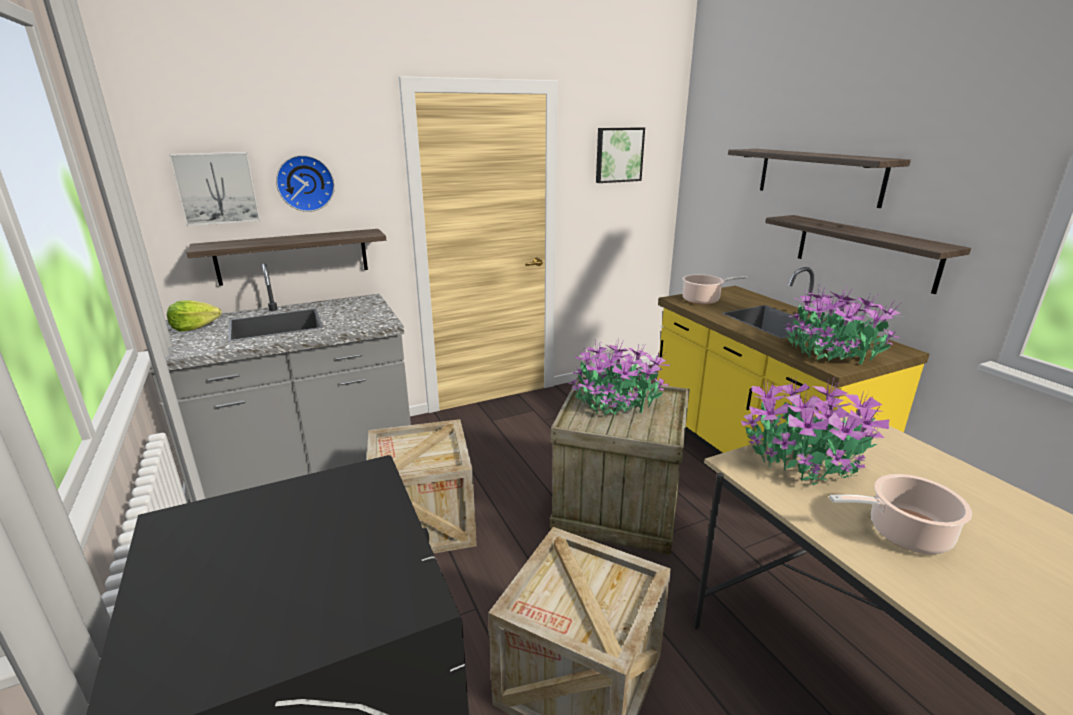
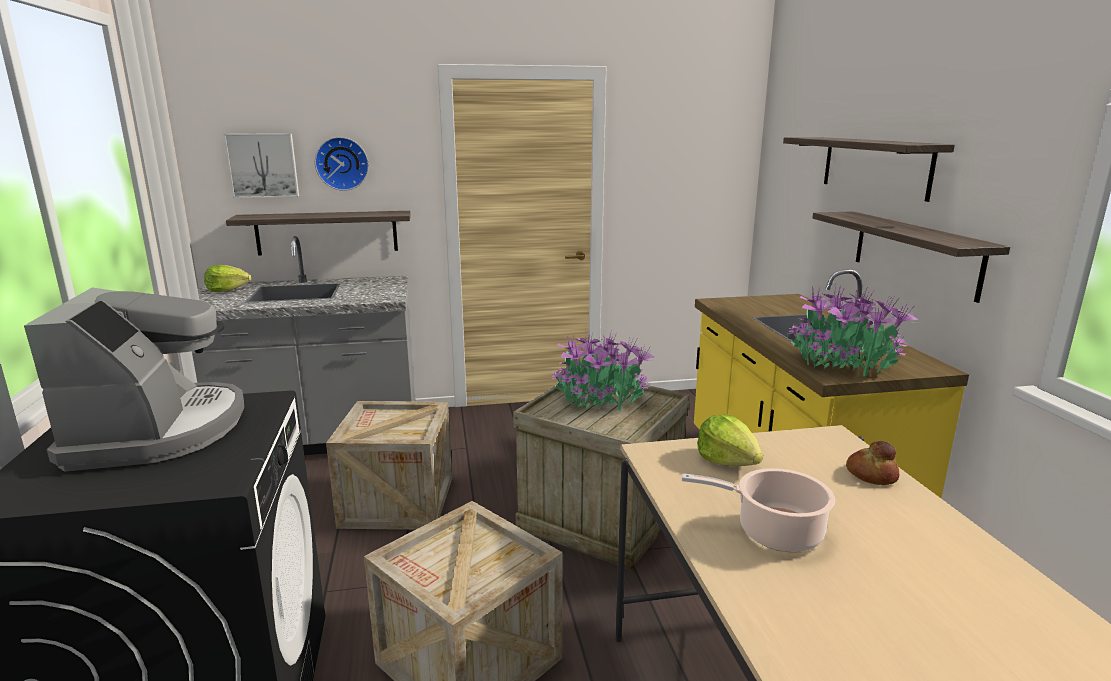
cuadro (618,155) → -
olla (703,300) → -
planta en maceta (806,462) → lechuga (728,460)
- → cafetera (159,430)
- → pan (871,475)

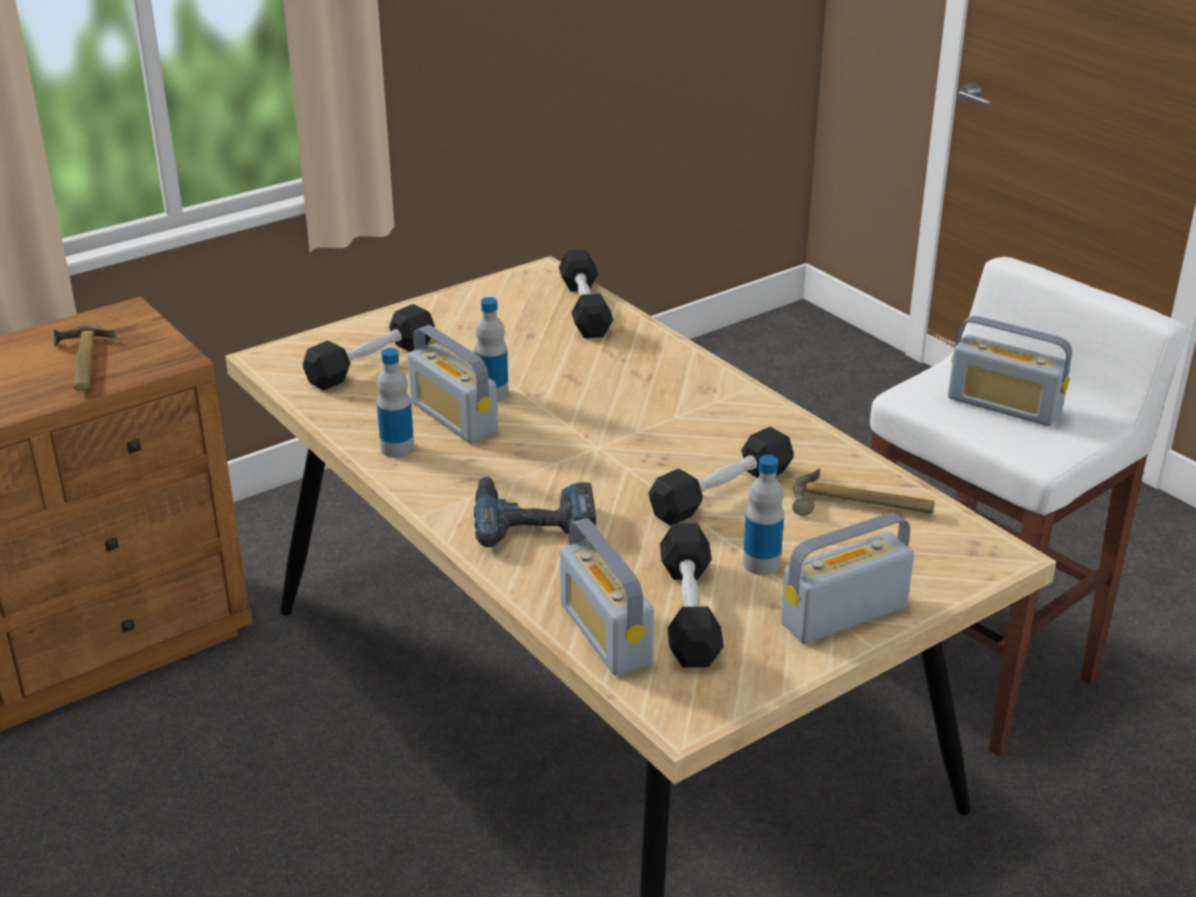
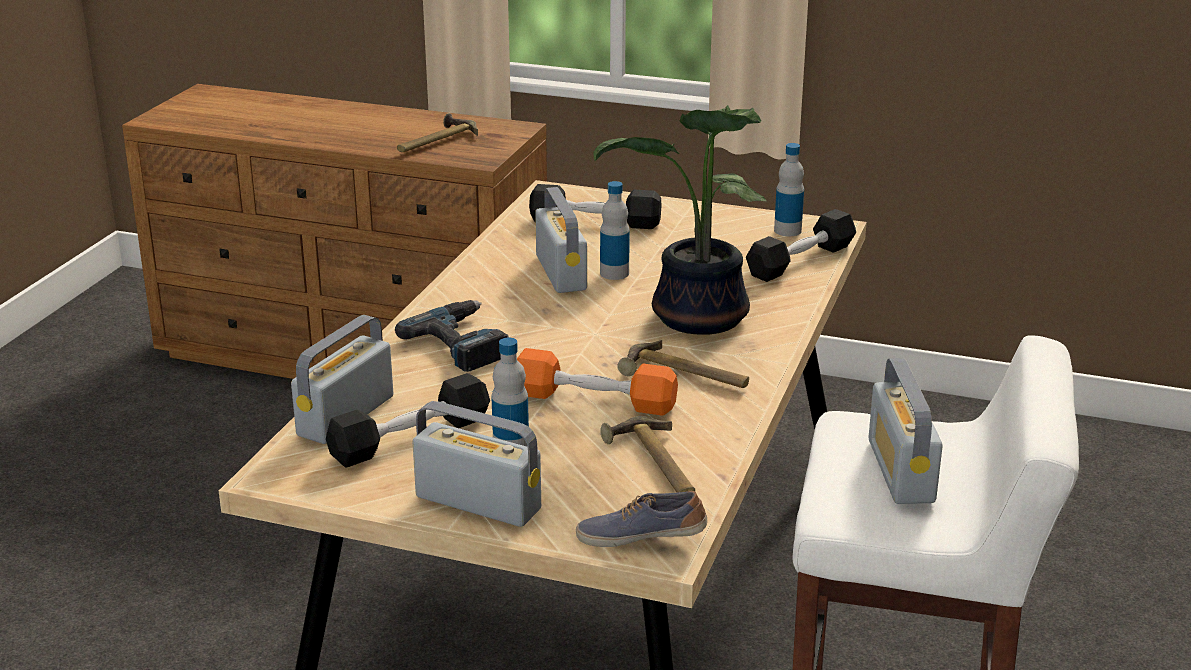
botella (397,449) → botella (787,230), shifted
radio (454,418) → radio (561,272), 150 degrees clockwise
mancuerna/negro (721,493) → mancuerna/naranja (594,400)
- → zapato (641,537)
- → planta en maceta (697,320)
- → martillo (684,376)

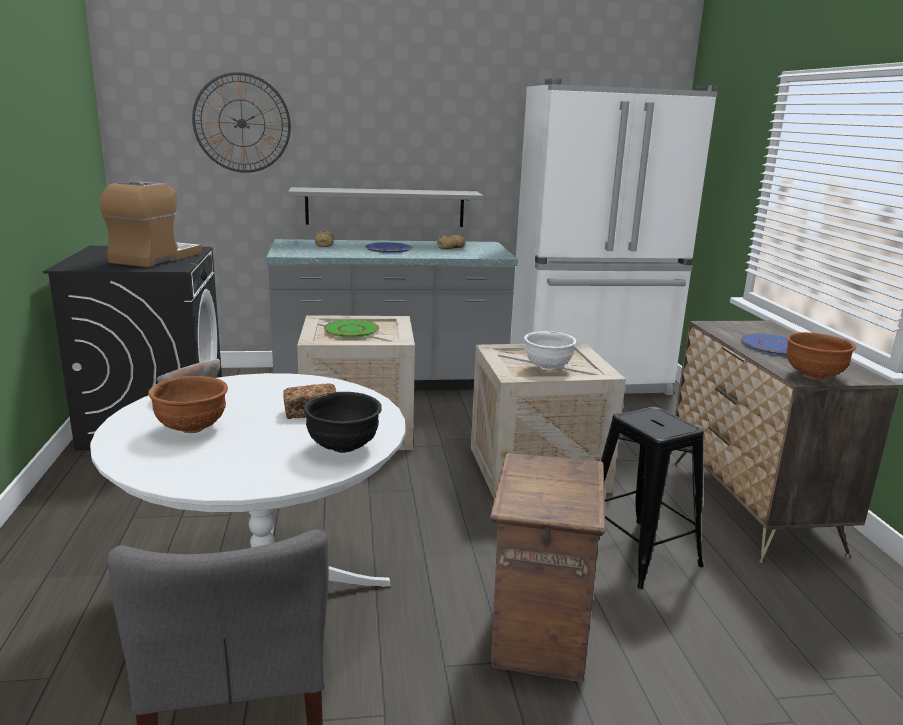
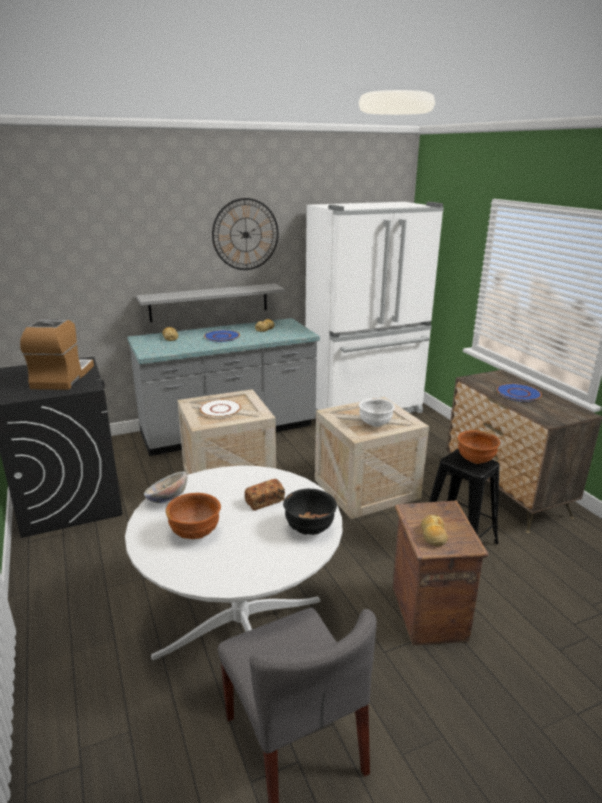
reloj de pared (242,123) → reloj de pared (245,234), shifted
plato/verde (351,329) → plato/blanco (220,409)
cuenco/marrón (812,376) → cuenco/marrón (475,460), shifted
- → pan (433,535)

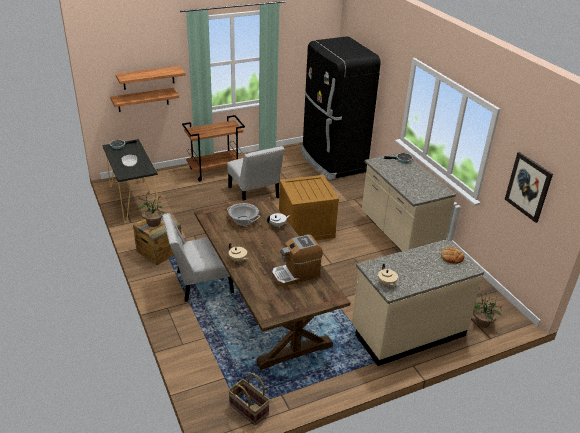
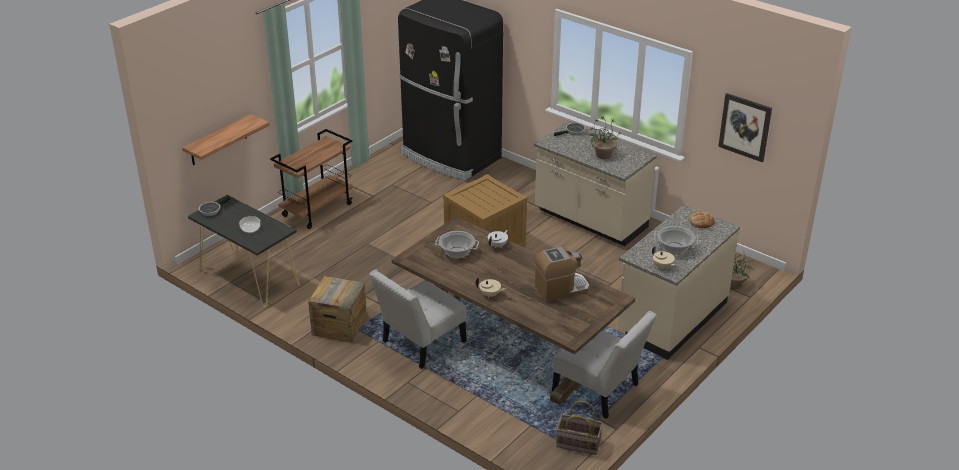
estante (148,78) → -
planta en maceta (153,223) → planta en maceta (602,155), shifted
silla/blanco (254,194) → silla/blanco (599,391), shifted
cafetera (296,274) → cafetera (561,289), 150 degrees counterclockwise
- → olla (674,248)

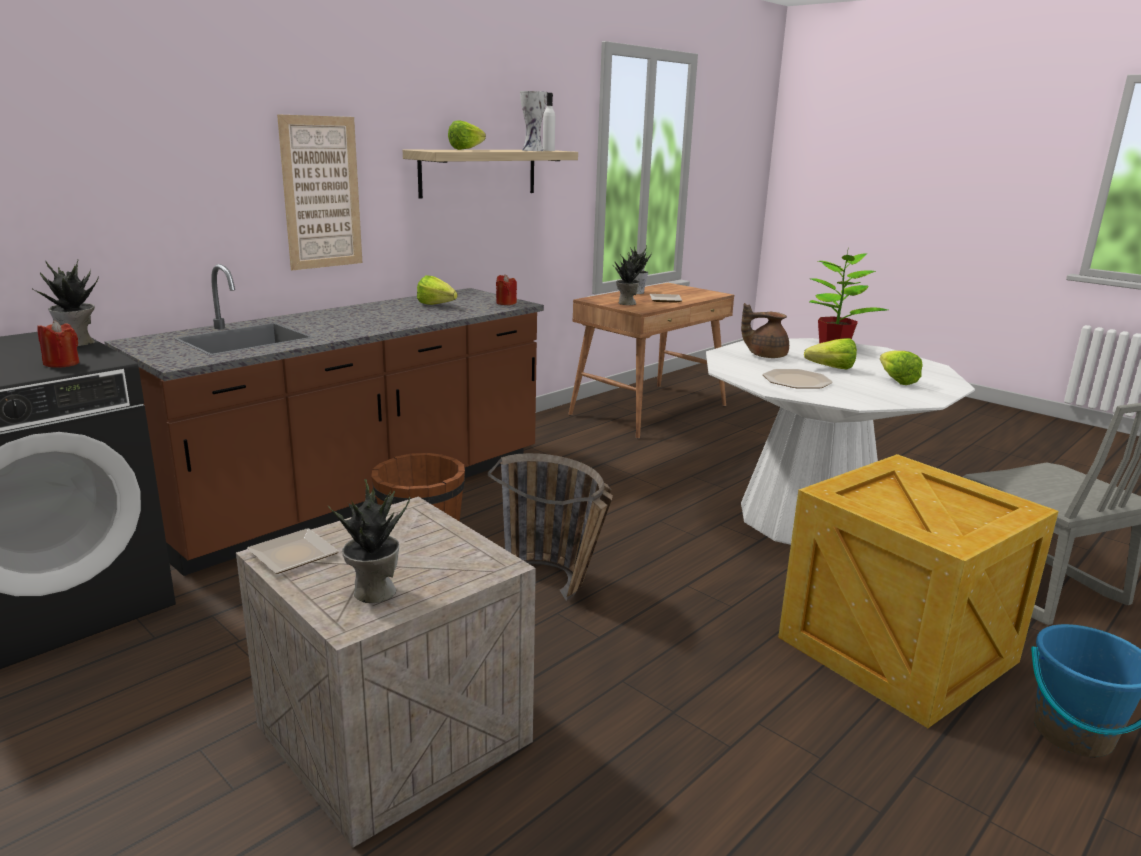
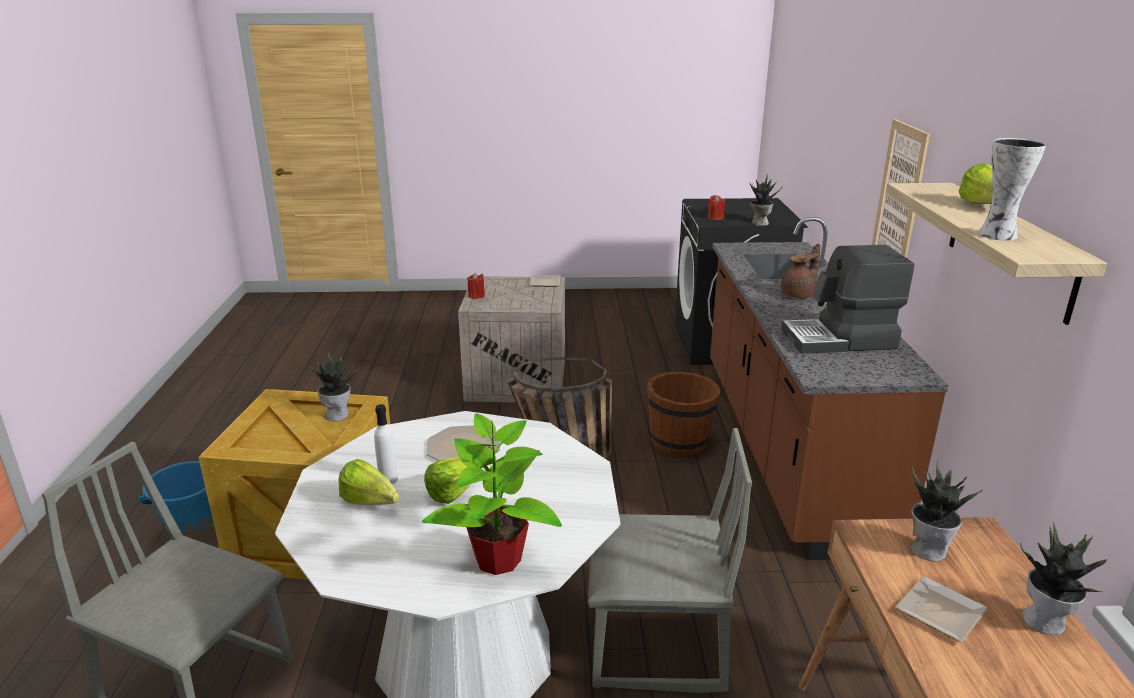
planta en maceta (373,592) → planta en maceta (337,414), shifted
lechuga (438,306) → cafetera (840,340)
vela/rojo (506,303) → vela/rojo (476,296), shifted
botella/blanco (548,150) → botella/blanco (388,479), shifted
tetera/marrón (765,355) → tetera/marrón (799,294), shifted
- → silla/gris (656,646)

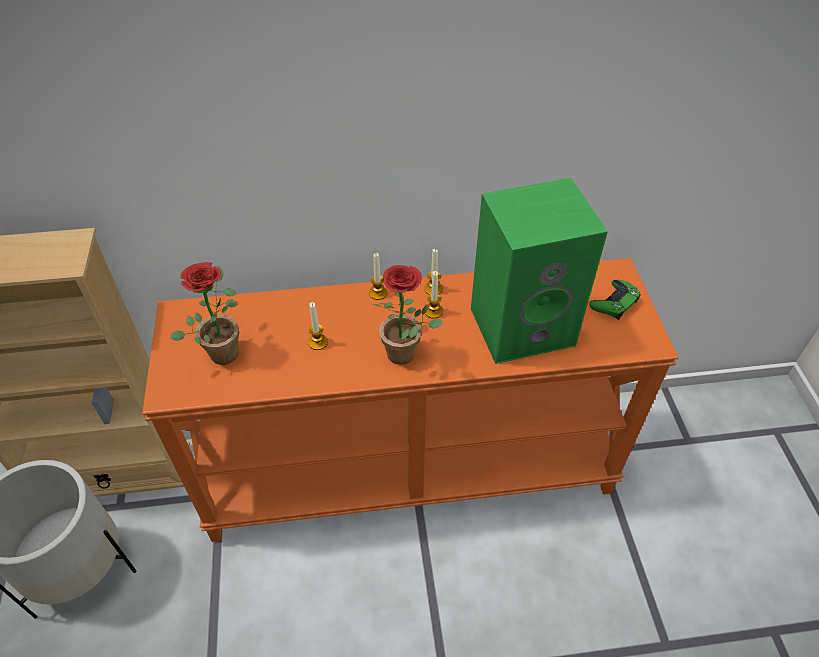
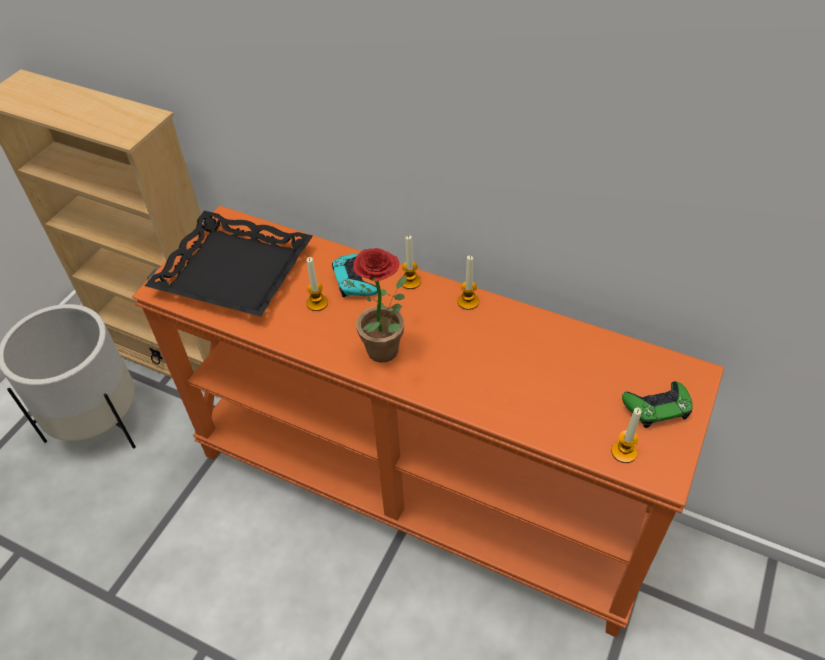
planta en maceta (223,349) → bandeja/negro (235,271)
vela (433,311) → vela (624,452), shifted
altavoz/verde (523,324) → -
- → mando de consola/turquesa (355,280)

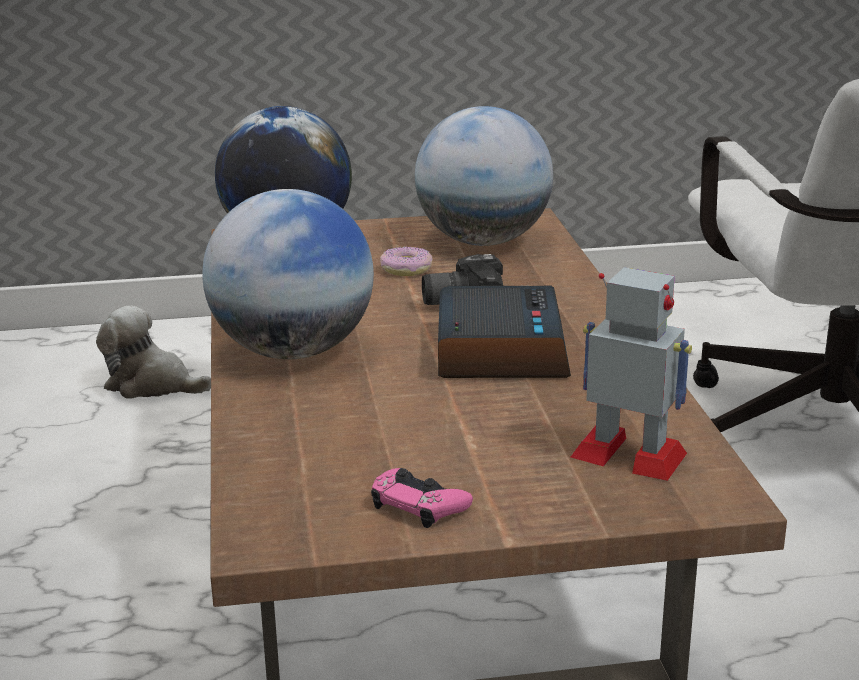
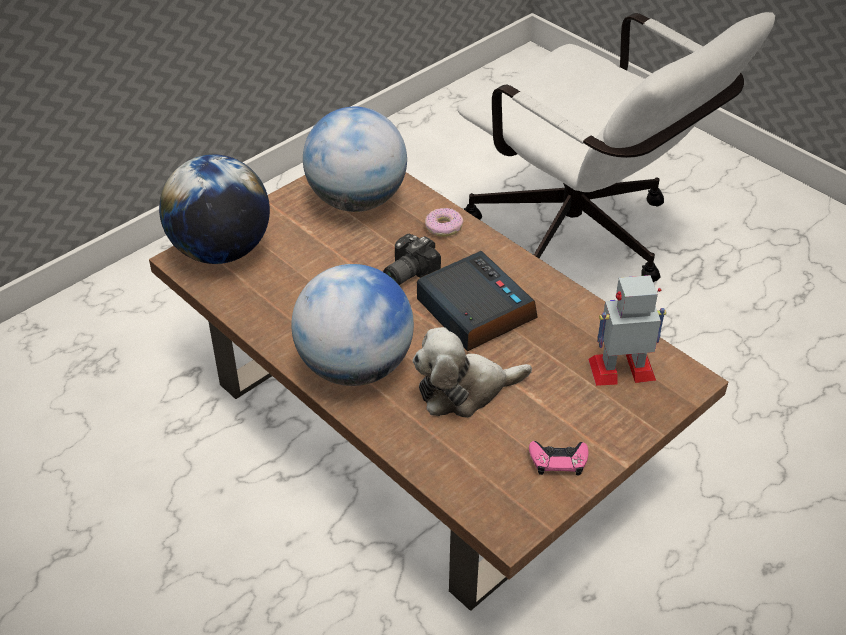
peluche (152,385) → peluche (464,390), shifted
rosquilla (406,269) → rosquilla (443,227), shifted

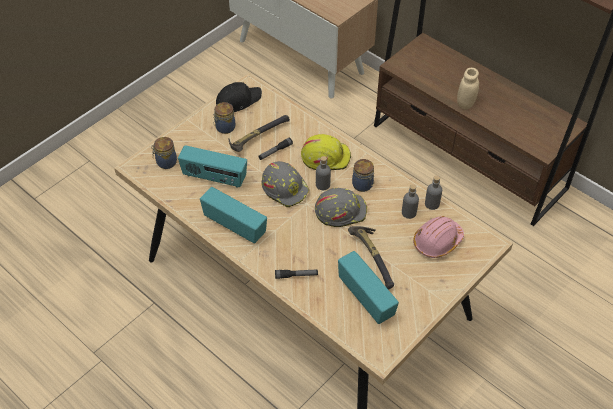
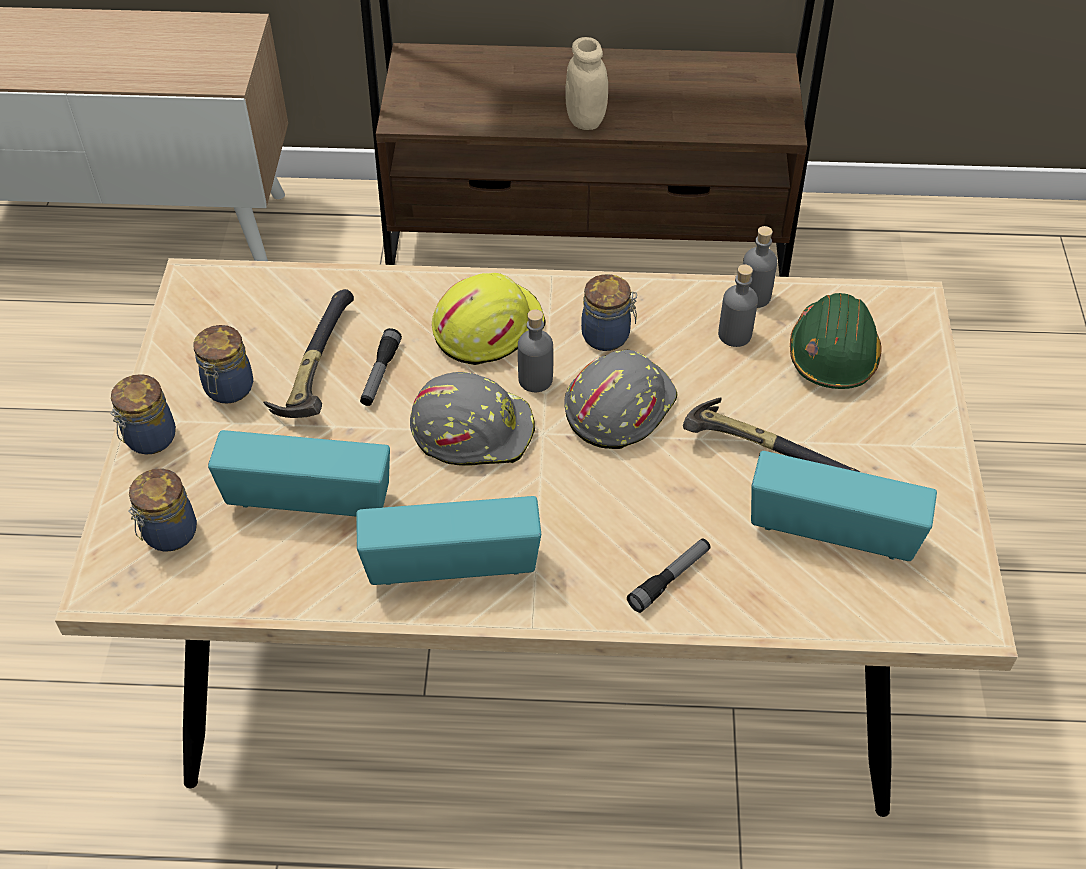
radio (214,178) → radio (309,499), 150 degrees counterclockwise
gorra/negro (238,101) → -
casco/rosa (437,242) → casco/verde (832,354)
- → tarro (149,439)

